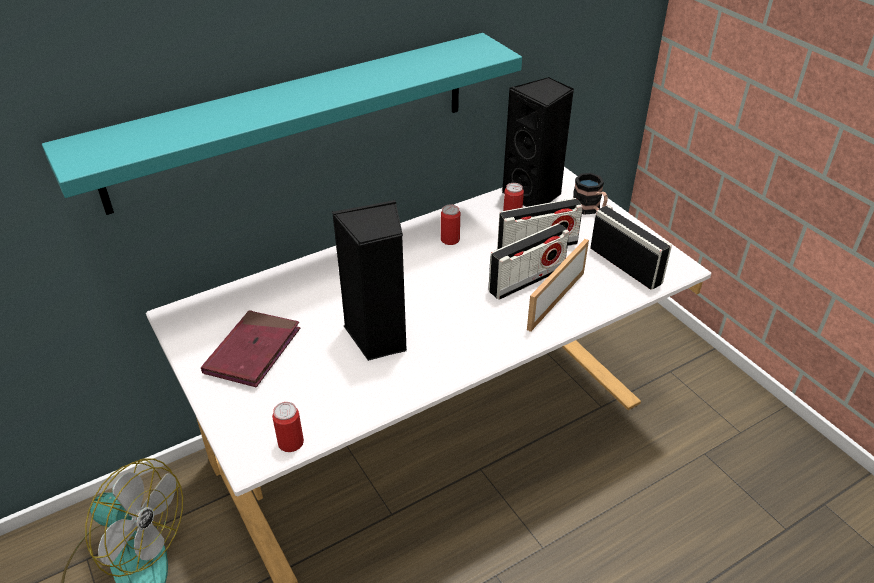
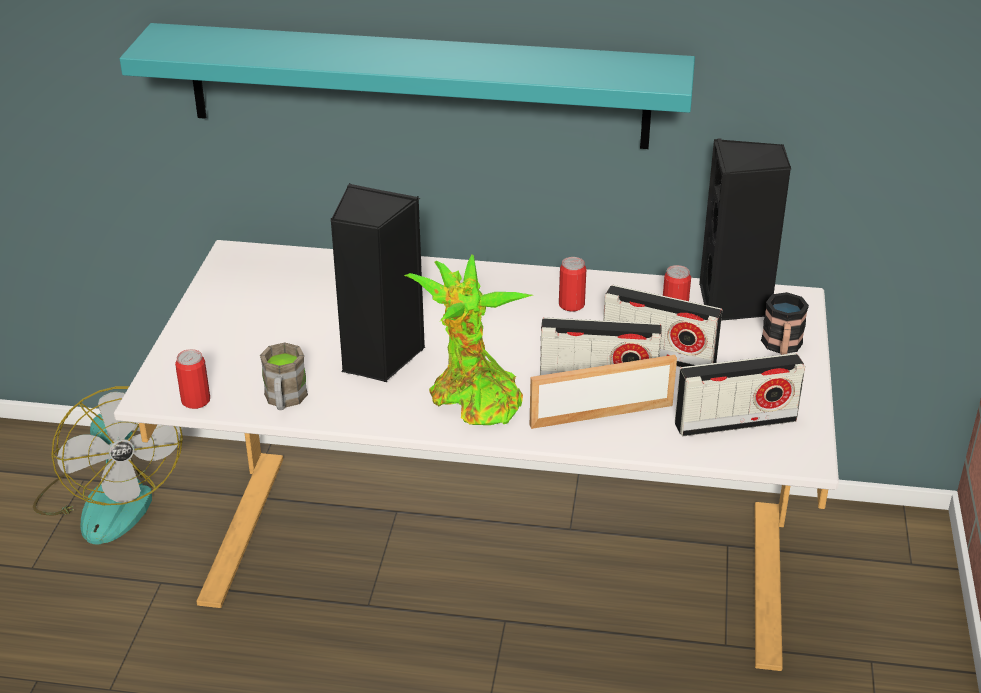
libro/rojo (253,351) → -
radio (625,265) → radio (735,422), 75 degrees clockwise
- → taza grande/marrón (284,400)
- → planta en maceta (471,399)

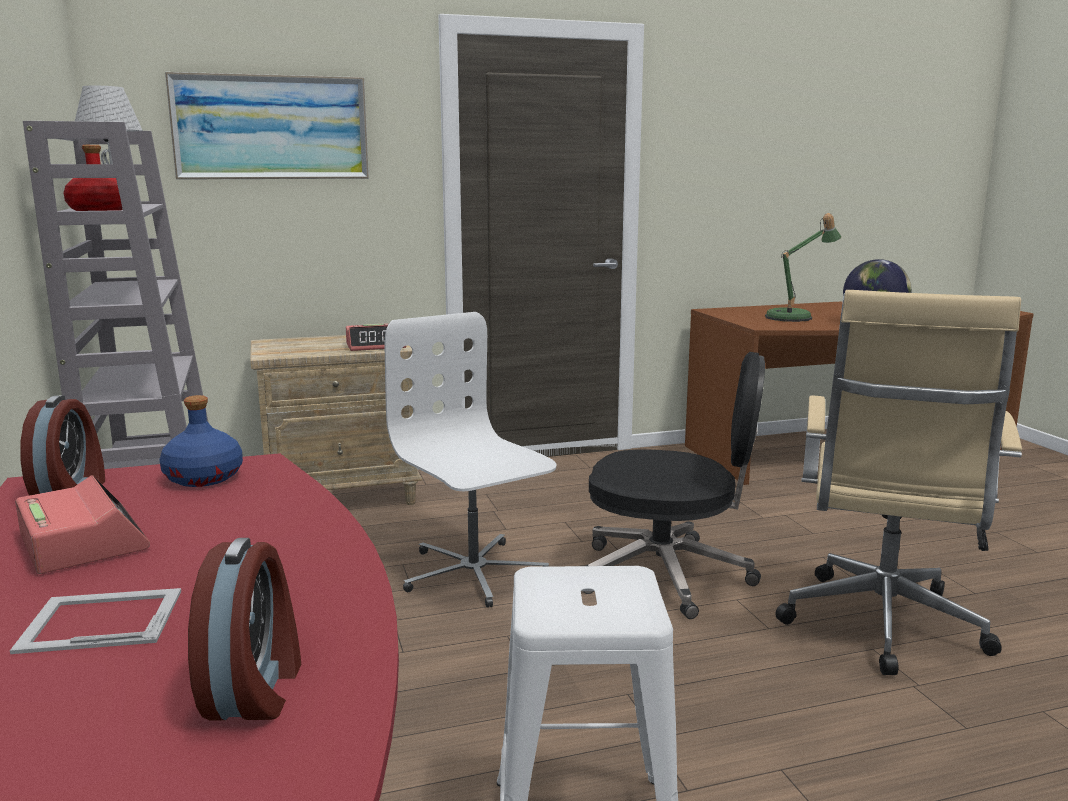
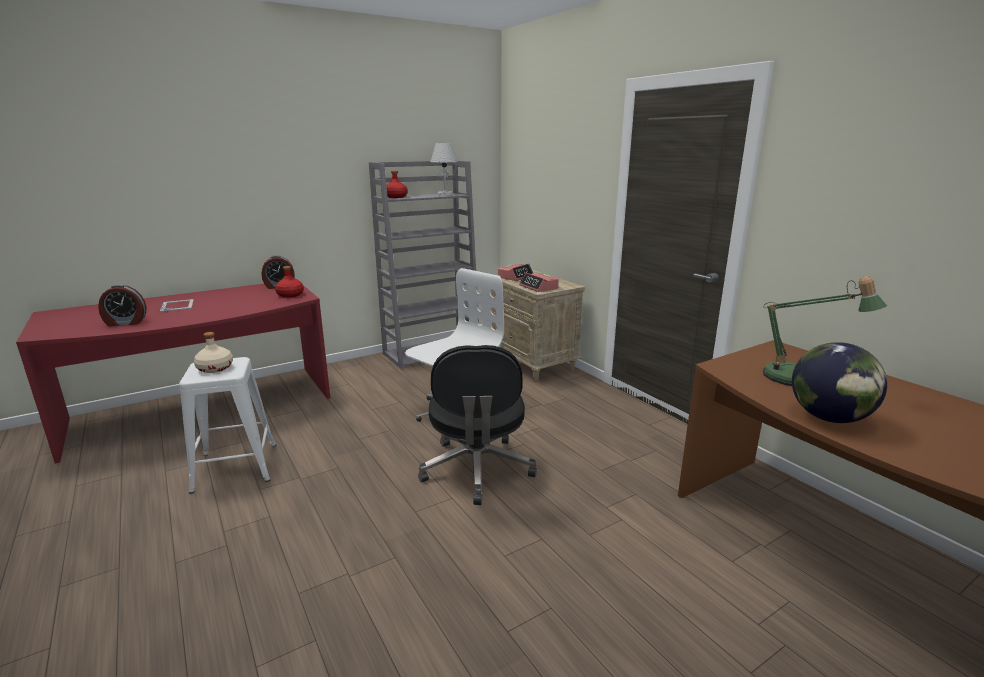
despertador (83,542) → despertador (515,277), shifted
botella/azul (204,478) → botella/rojo (290,295)
cuadro (271,127) → -
silla de oficina/beis (882,628) → -
- → botella/beis (215,368)

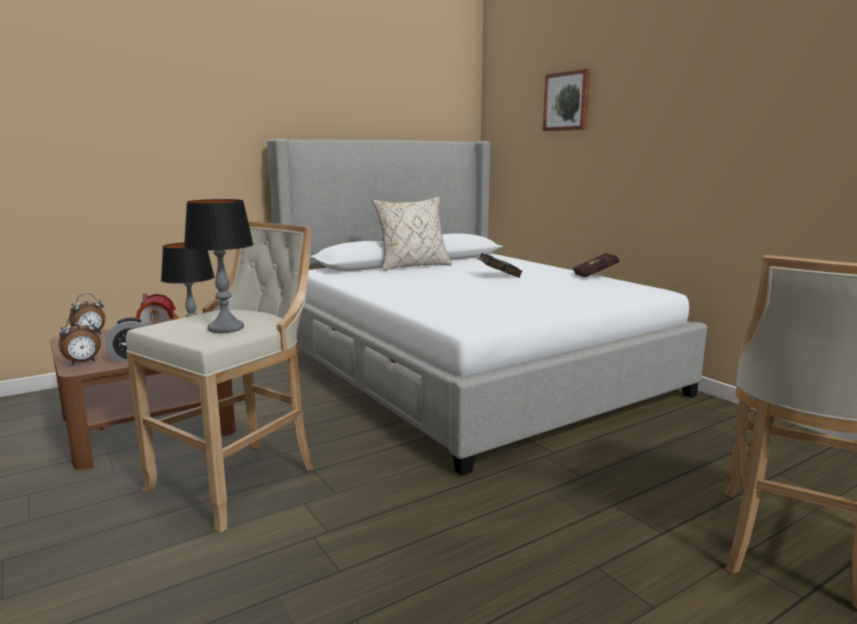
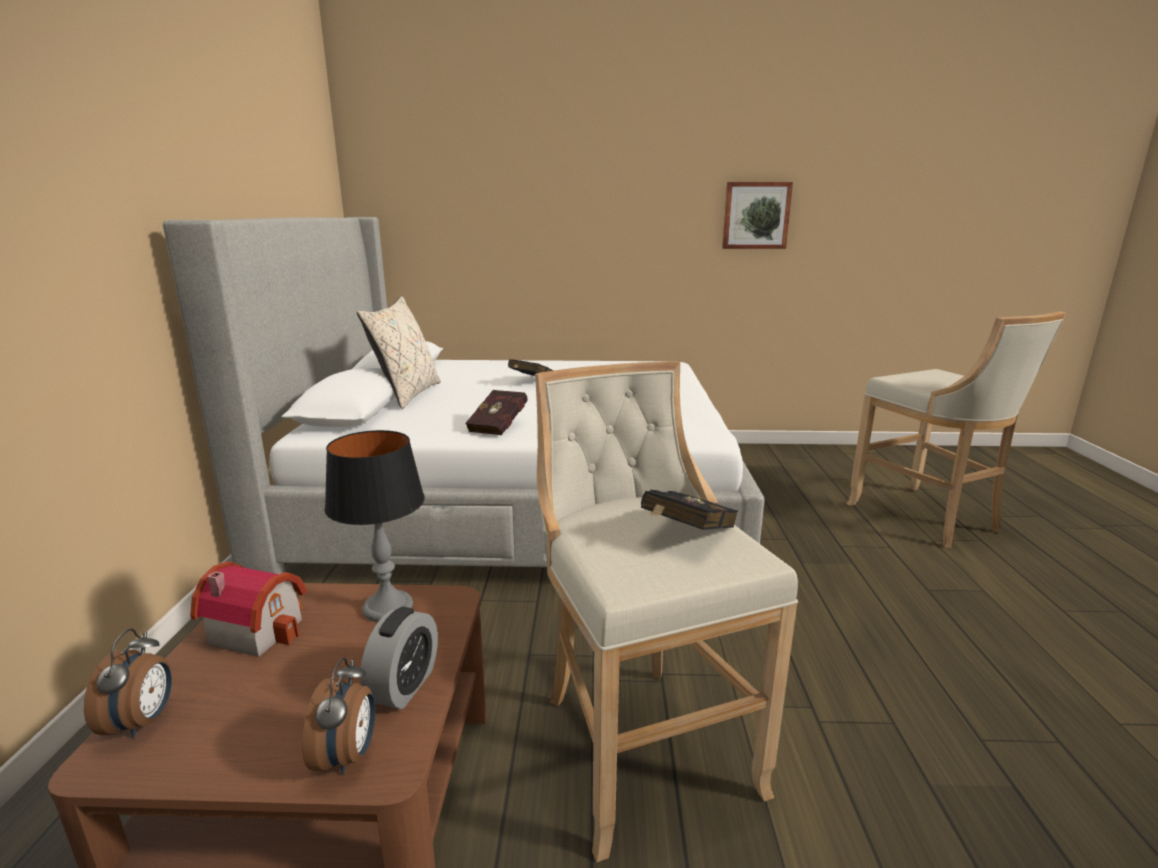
lámpara de mesa (226,328) → libro/negro (685,535)
cuadro (567,101) → cuadro (756,215), shifted
libro/rojo (597,276) → libro/rojo (500,426), shifted

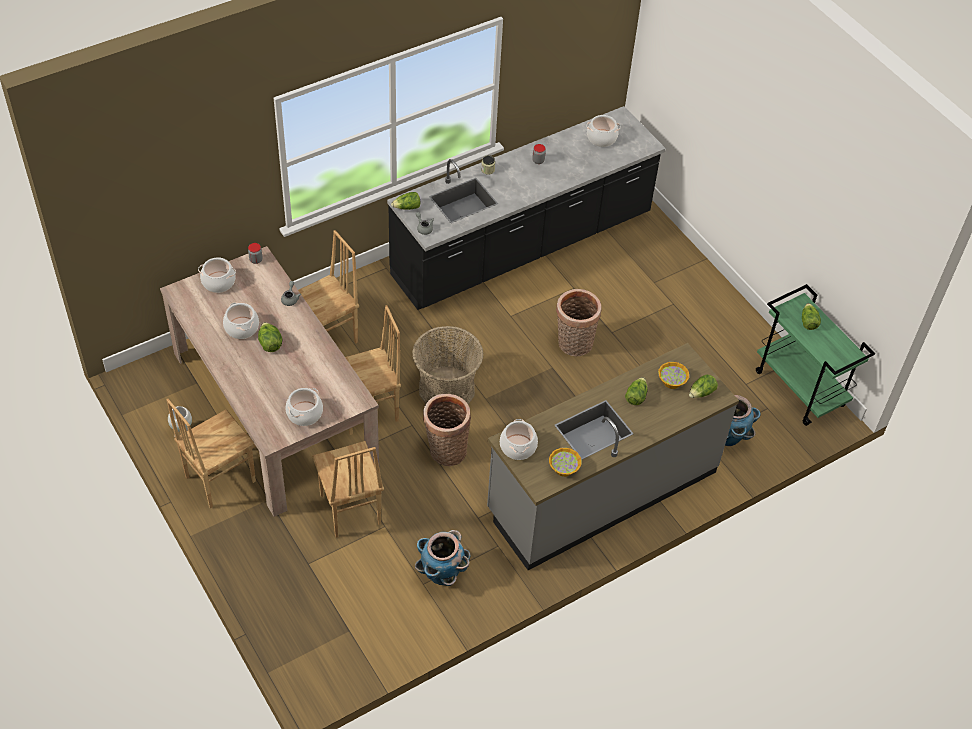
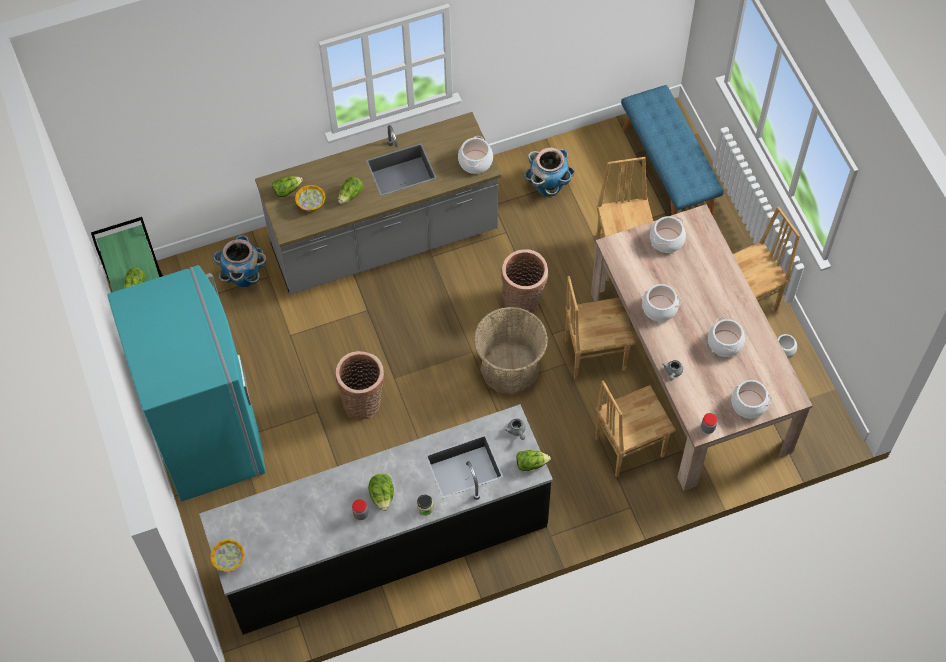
lechuga (270,344) → lechuga (382,496), shifted
cuenco (564,469) → cuenco (229,561), shifted
olla (601,138) → olla (659,308), shifted
- → nevera/turquesa (209,433)
- → banco/azul (668,171)

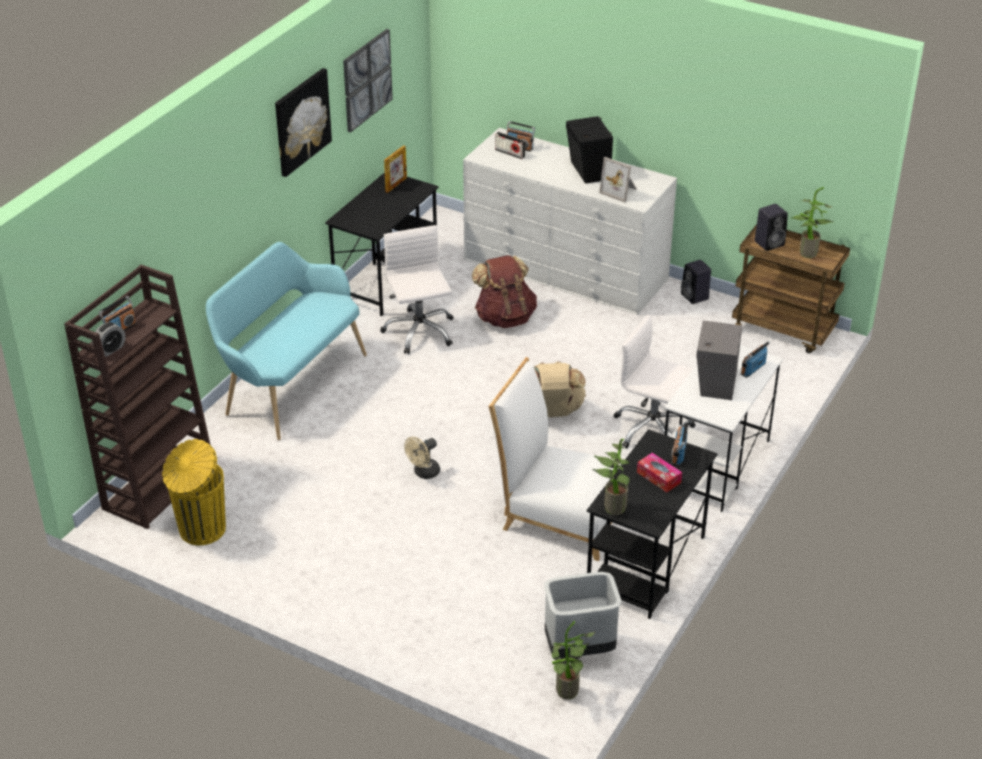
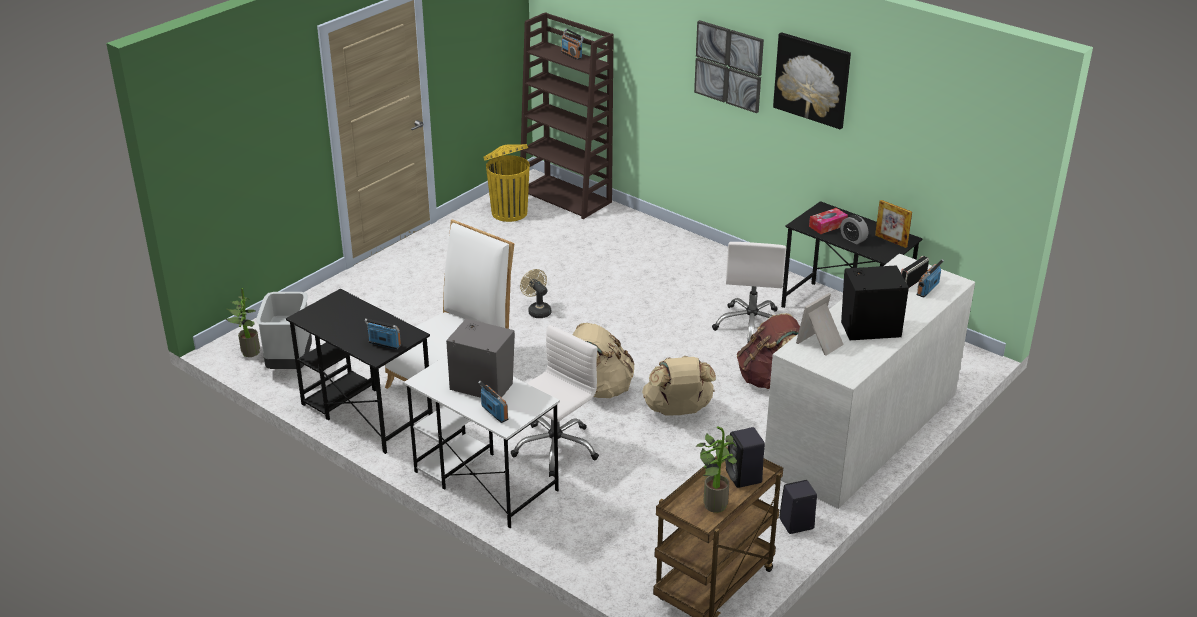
despertador (110,349) → despertador (853,239), shifted
banco/turquesa (290,384) → -
cuadro (367,80) → cuadro (729,66), shifted
silla de oficina/blanco (419,331) → silla de oficina/blanco (751,325), 105 degrees clockwise
planta en maceta (611,508) → -
caja de pañuelos (658,477) → caja de pañuelos (827,226), shifted
- → mochila/beis (677,411)

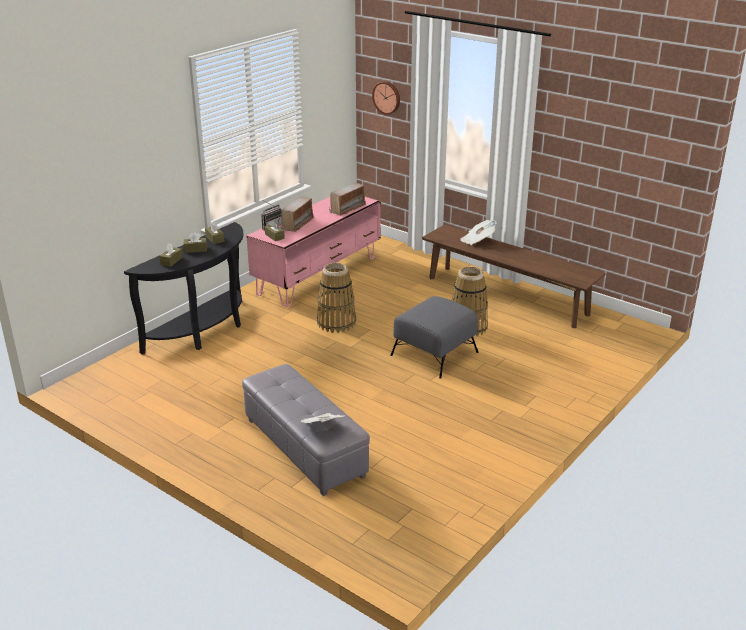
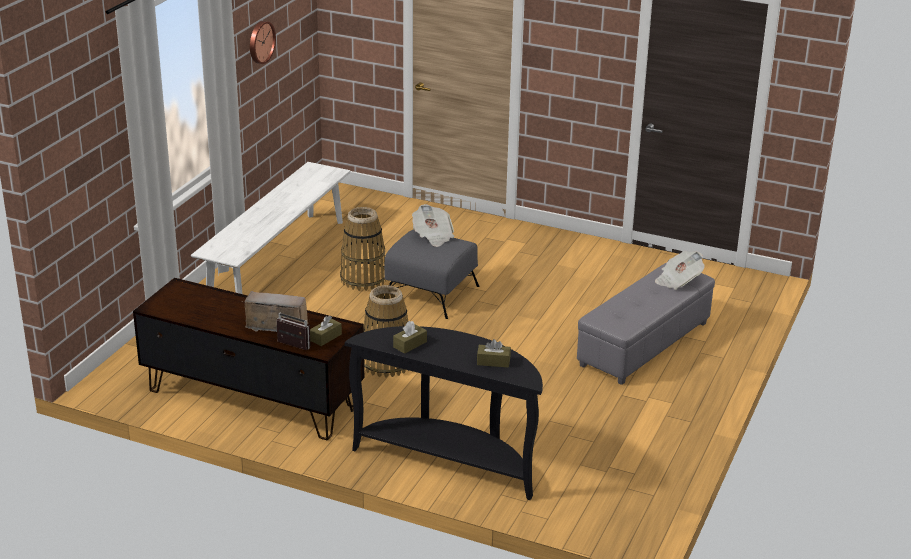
caja de pañuelos/marrón (195,249) → -
mueble de televisión/rosa (318,275) → mueble de televisión/marrón (252,398)
radio (347,208) → -
reloj de pared (387,97) → reloj de pared (260,42), shifted
banco/marrón (506,296) → banco/blanco (277,261)
periódico (477,240) → periódico (433,236), shifted

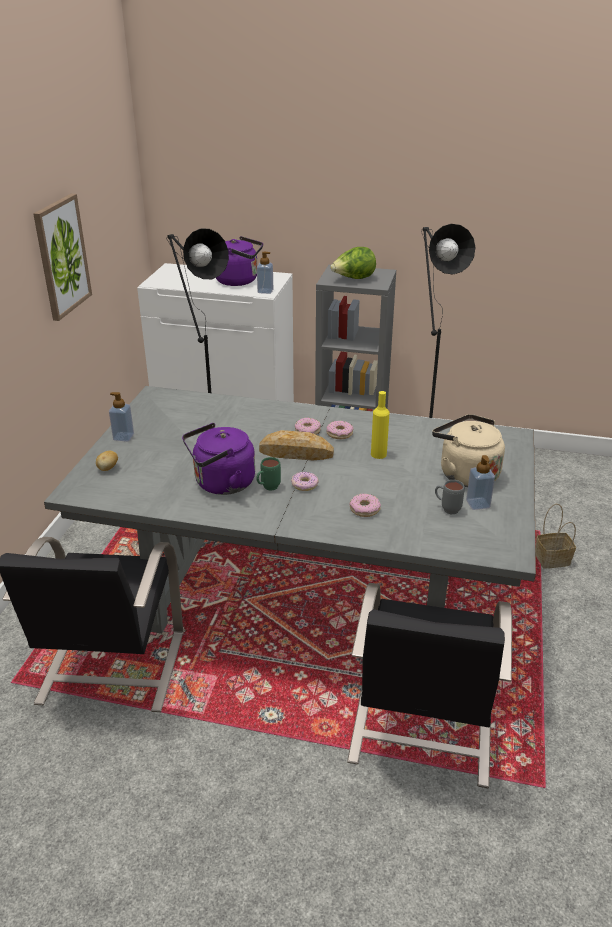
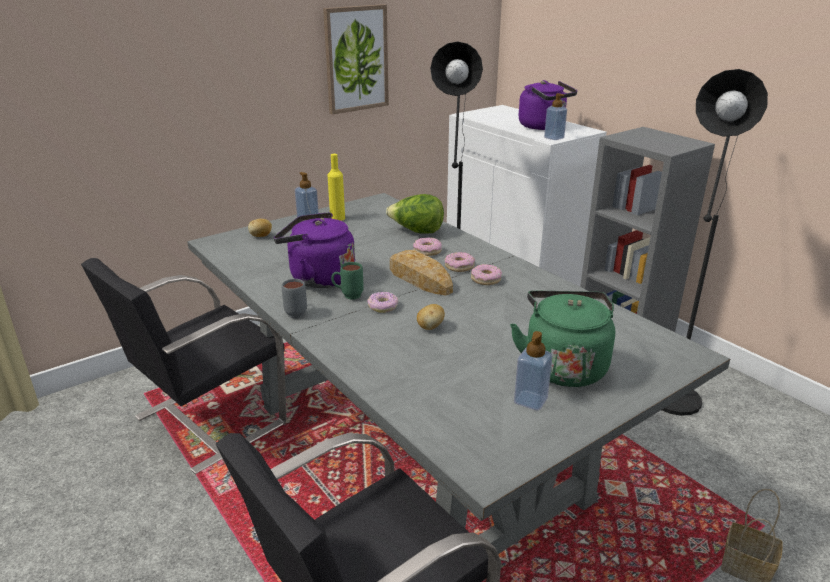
lechuga (353,279) → lechuga (416,231), shifted
rosquilla (364,509) → rosquilla (427,251), shifted
botella/amarillo (378,454) → botella/amarillo (337,218), shifted
hervidor/beis (465,474) → hervidor/verde (563,366)
taza grande/gris (447,509) → taza grande/gris (295,312), shifted
- → patata (430,327)

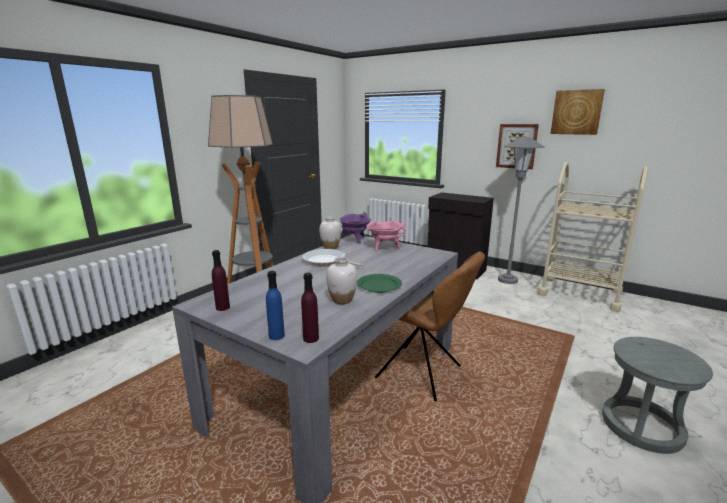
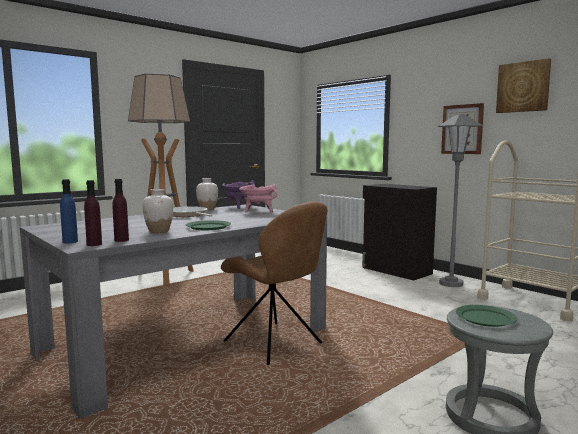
botella/morado (223,307) → botella/morado (121,240), shifted
- → plato/verde (485,318)

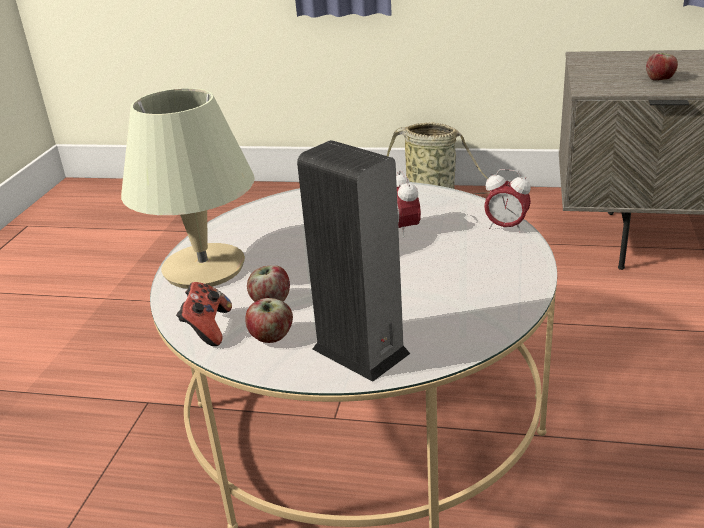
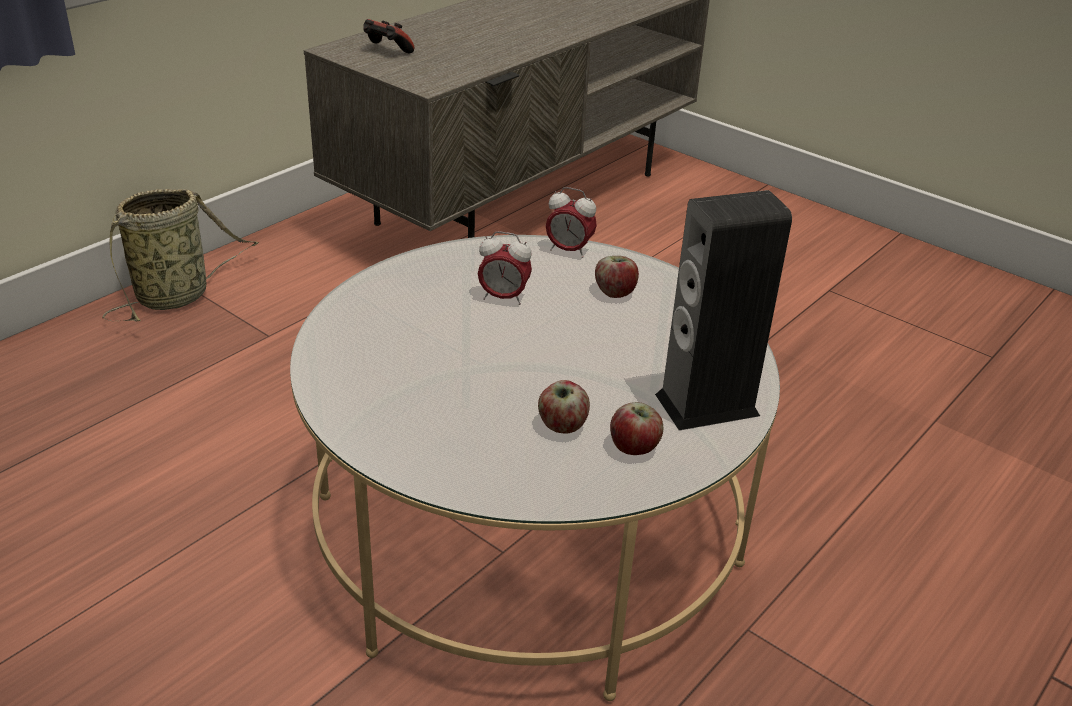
lámpara de mesa/beis (203,268) → -
mando de consola (207,329) → mando de consola (386,51), shifted
despertador (506,227) → despertador (569,251), 60 degrees clockwise
manzana (659,79) → manzana (615,292), shifted

